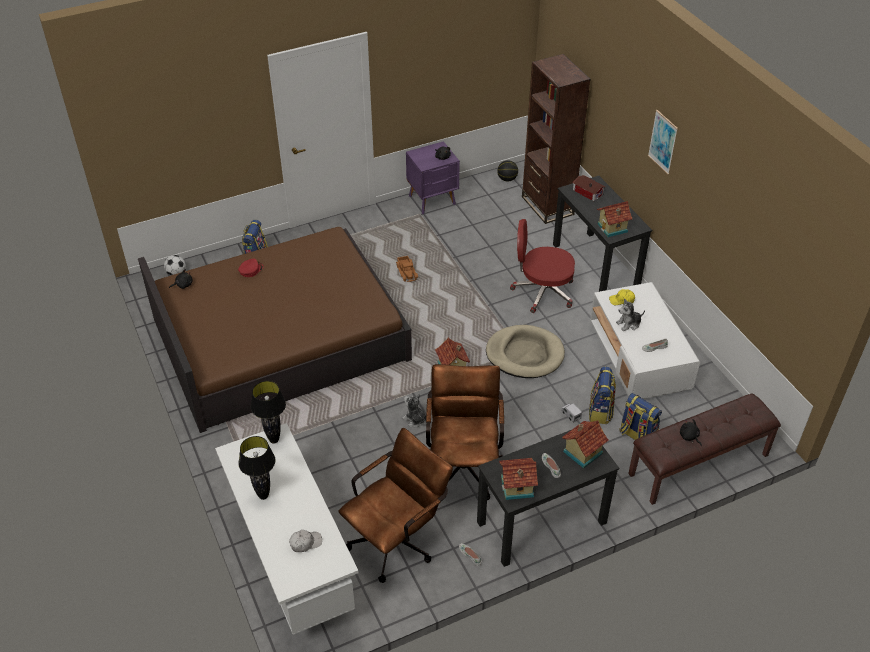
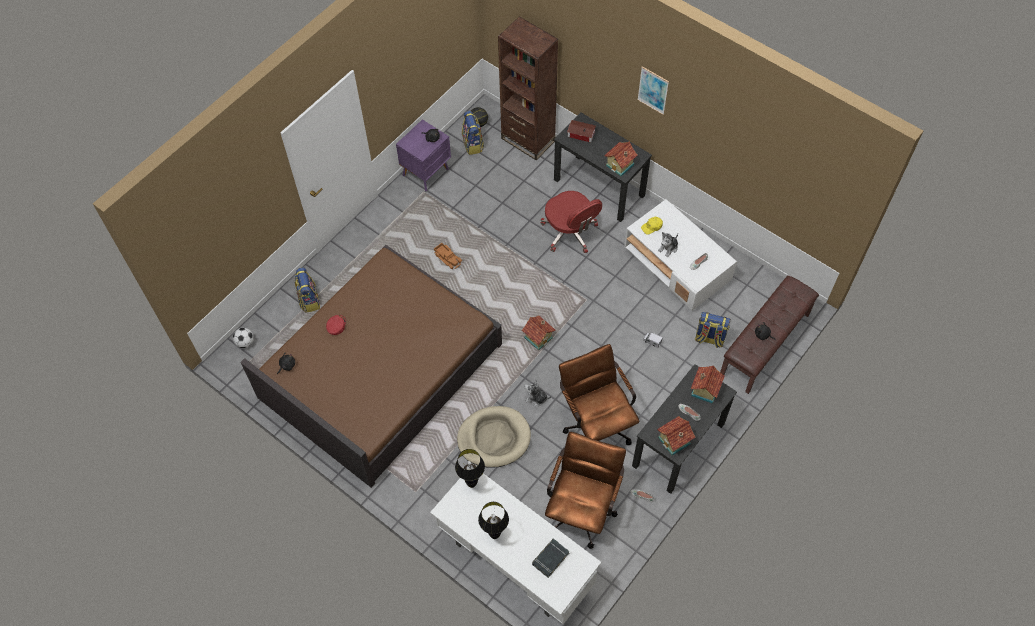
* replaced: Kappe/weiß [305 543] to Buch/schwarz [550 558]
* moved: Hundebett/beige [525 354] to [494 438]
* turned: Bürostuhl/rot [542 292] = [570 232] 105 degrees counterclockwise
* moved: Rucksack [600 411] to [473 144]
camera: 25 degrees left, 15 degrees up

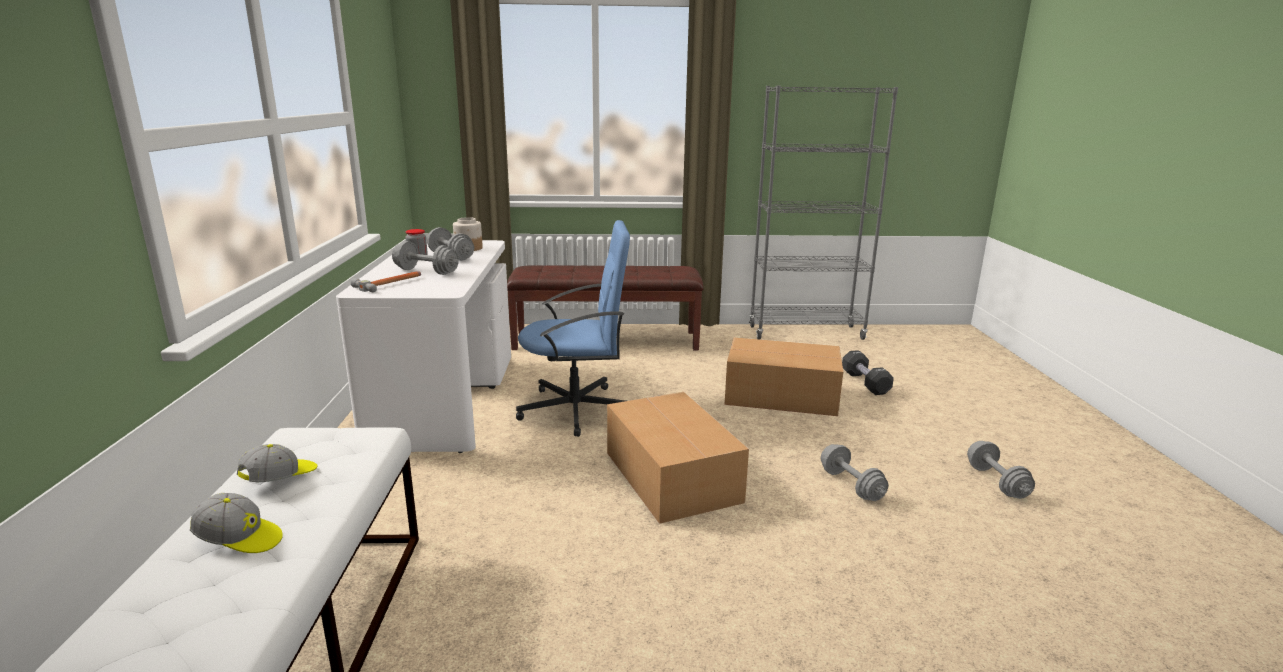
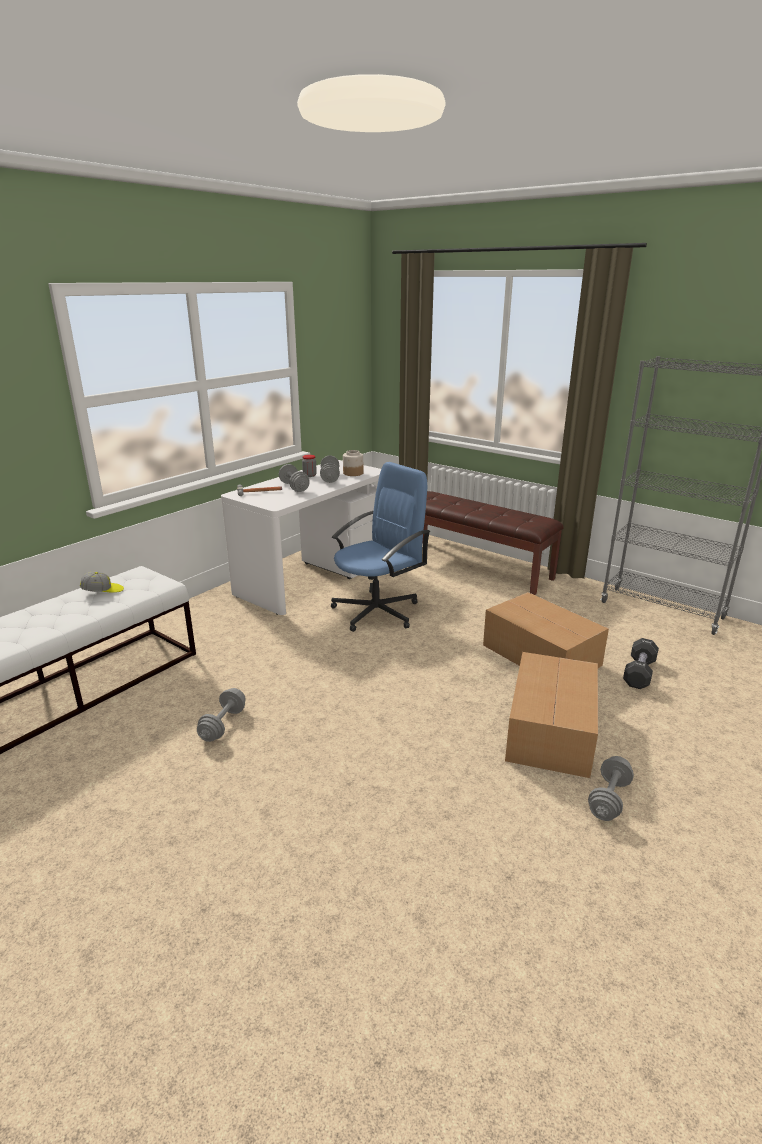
* removed: Kappe [240 539]
* turned: Bürostuhl/blau [577 409] = [377 611] 75 degrees counterclockwise
* moved: Karton [671 478] to [549 731]
* moved: Hantel/grau [851 485] to [223 725]
camera: 40 degrees right, 5 degrees up

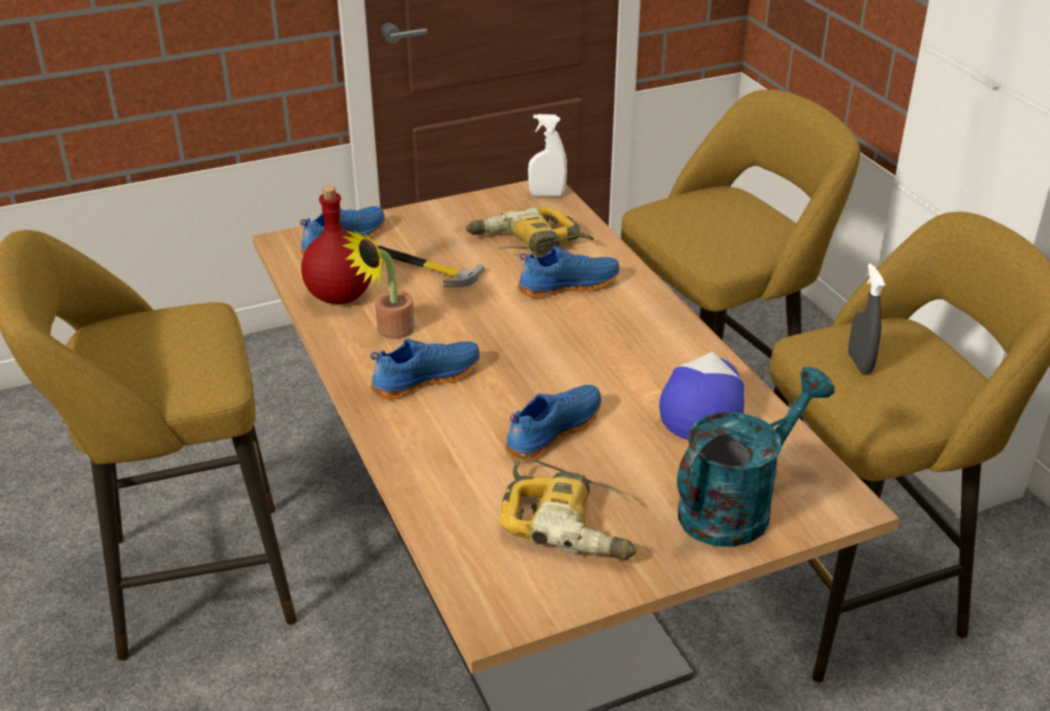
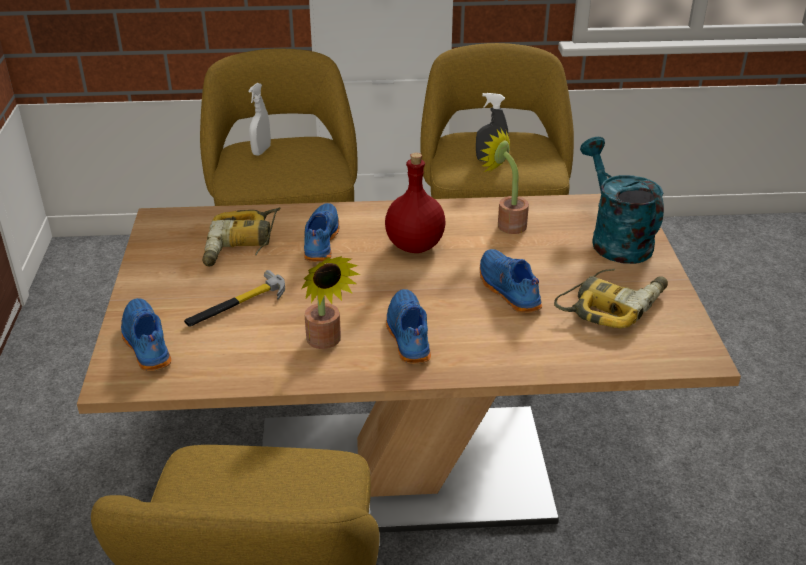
* moved: Flasche/rot [339 296] to [415 246]
* moved: Sprühflasche/weiß [547 195] to [261 151]
* replaced: Kappe [703 405] to Topfpflanze [506 224]
camera: 70 degrees left, 0 degrees up

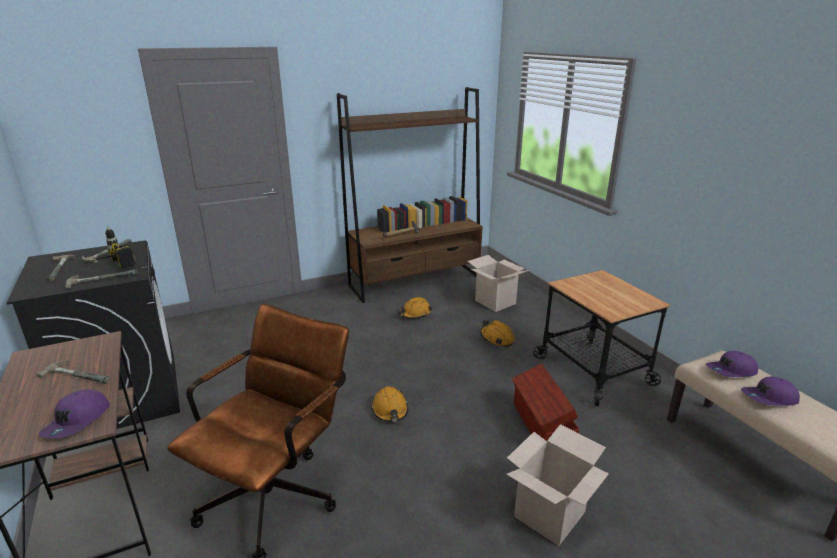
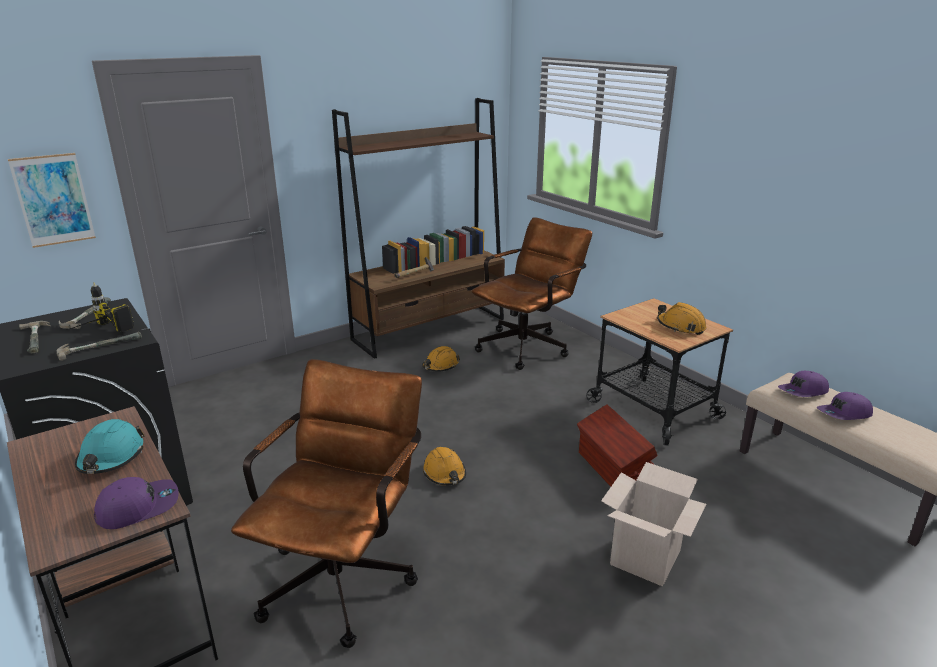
* replaced: Hammer [80 374] to Schutzhelm/türkis [111 457]
* turned: Kappe/lila [78 421] = [138 507] 120 degrees counterclockwise
* replaced: Karton [495 302] to Bürostuhl/braun [528 345]
* moved: Schutzhelm/orange [497 338] to [680 326]
* added: Bild [53 200]
camera: 10 degrees left, 0 degrees up

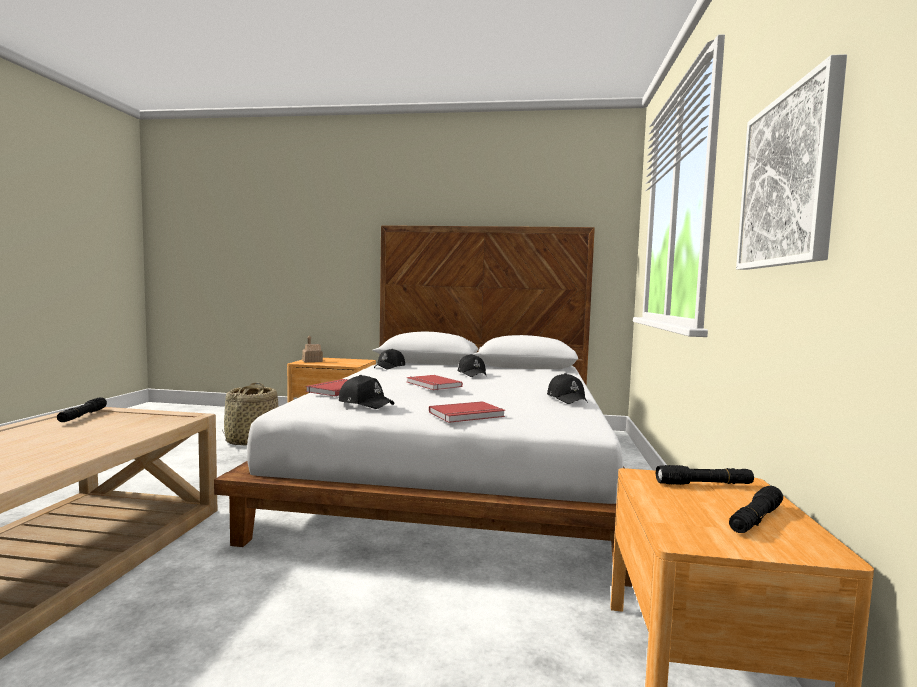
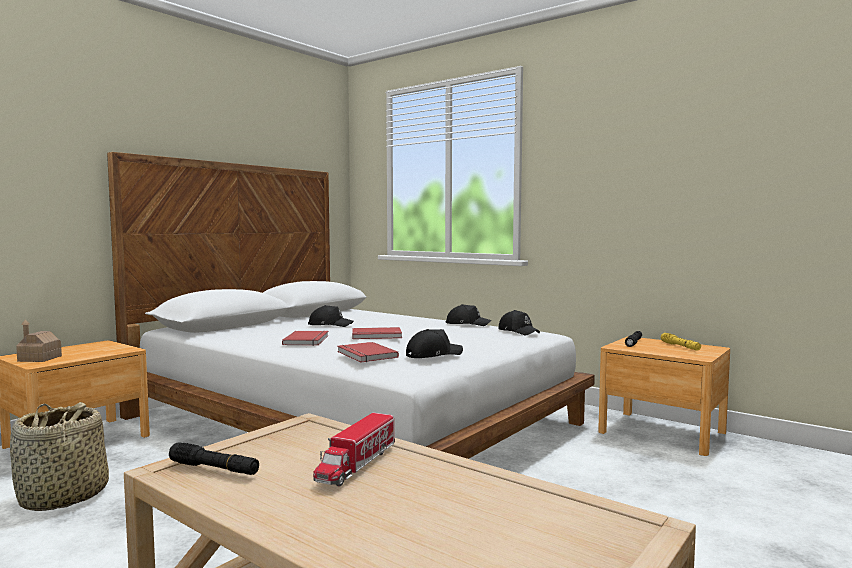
* moved: Kappe/schwarz [390 367] to [518 331]
* moved: Buch/rot [467 415] to [308 340]
* recoloured: Taschenlampe/schwarz [755 519] to Taschenlampe/gelb [680 346]
* removed: Bild [788 180]
* added: Spielzeuglaster [356 464]
camera: 60 degrees left, 0 degrees up

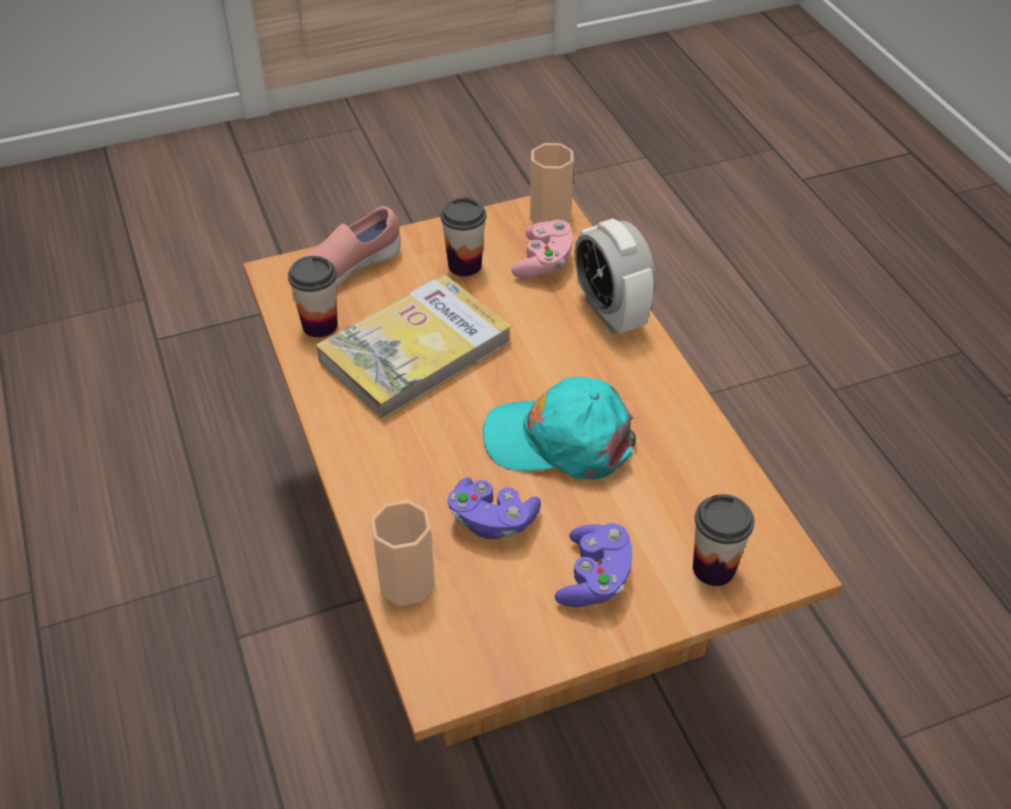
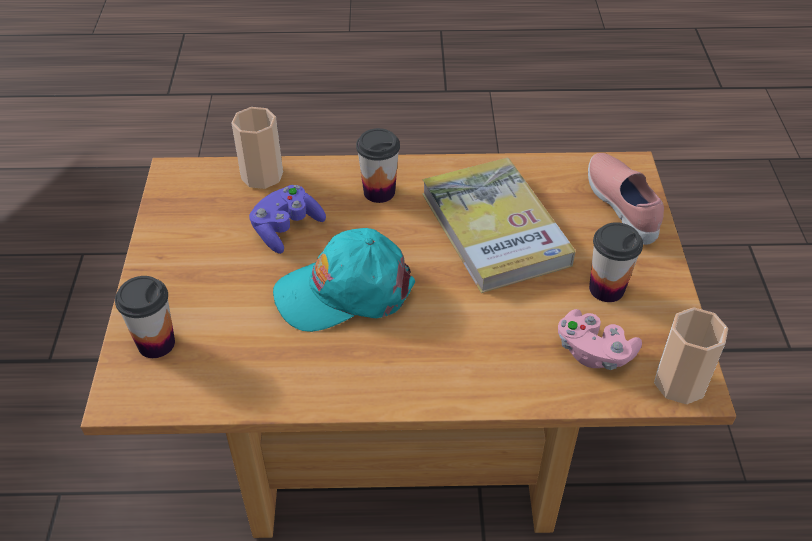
* moved: Tasse [320 325] to [379 192]
* turned: Kappe/türkis [560 440] = [345 291] 135 degrees counterclockwise
* removed: Gamepad/lila [594 578]
* removed: Wecker [610 312]
camera: 110 degrees right, 0 degrees up

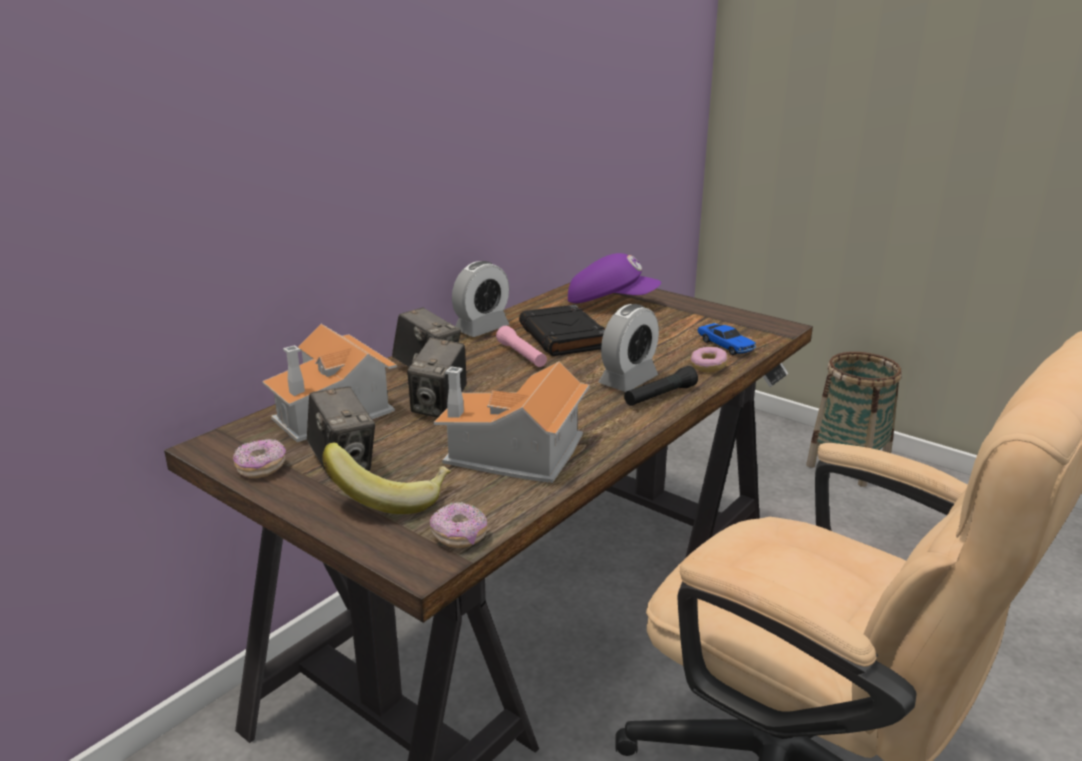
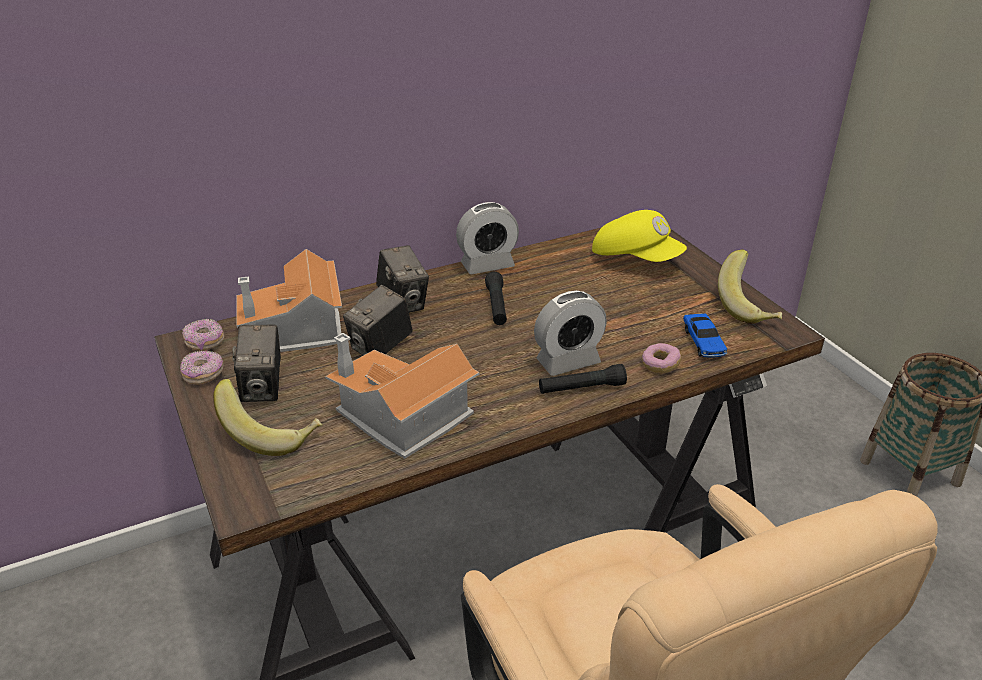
* moved: Donut [459 536] to [205 342]
* recoloured: Taschenlampe/rosa [521 355] to Taschenlampe/schwarz [496 306]
* removed: Buch/schwarz [564 337]
* recoloured: Kappe/lila [611 302] to Kappe/gelb [636 258]
* added: Banane [749 307]
camera: 25 degrees right, 10 degrees up

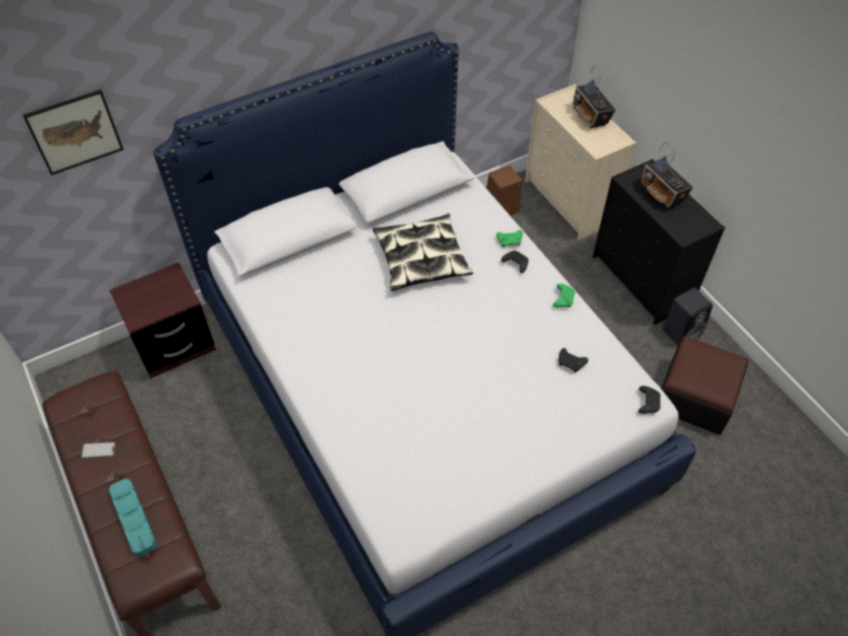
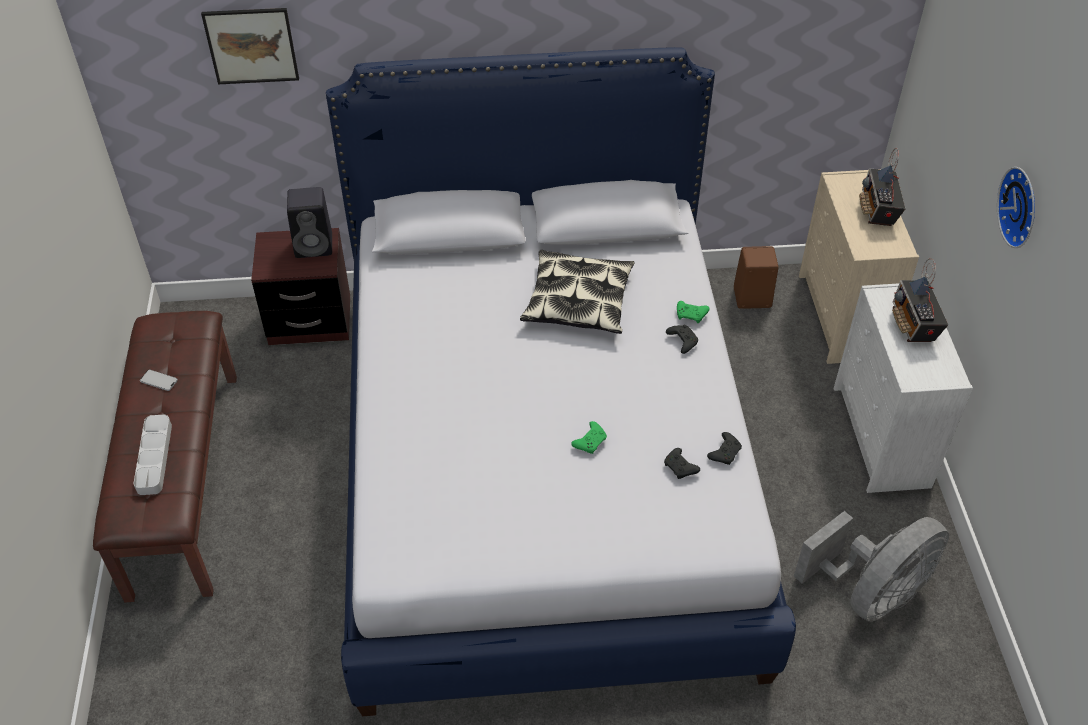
* recoloured: Tablett/türkis [134 519] to Tablett/grau [154 457]
* moved: Gamepad/grün [563 299] to [590 441]
* recoloured: Kommode/schwarz [642 281] to Kommode/weiß [881 438]
* moved: Gamepad/schwarz [647 402] to [725 452]
* replaced: Polsterhocker [695 396] to Ventilator/grau [871 593]
* moved: Lautsprecher/schwarz [682 331] to [315 245]
* added: Wanduhr [1022 207]
camera: 25 degrees right, 5 degrees down

